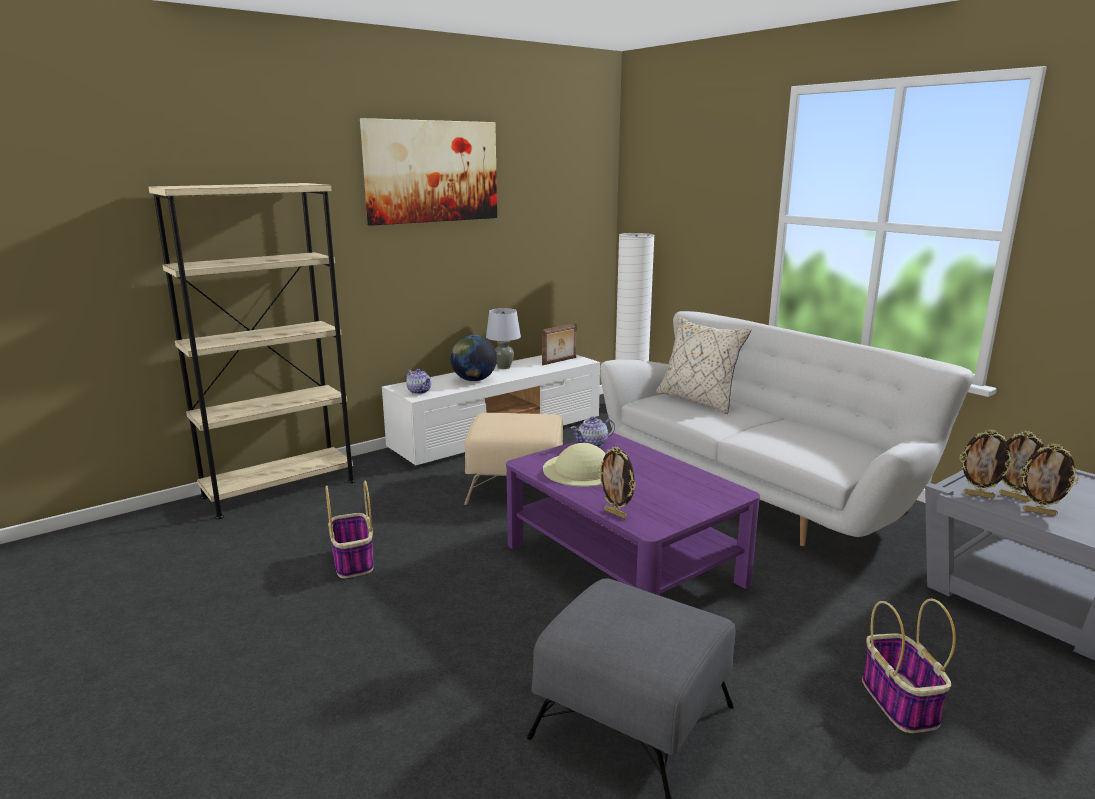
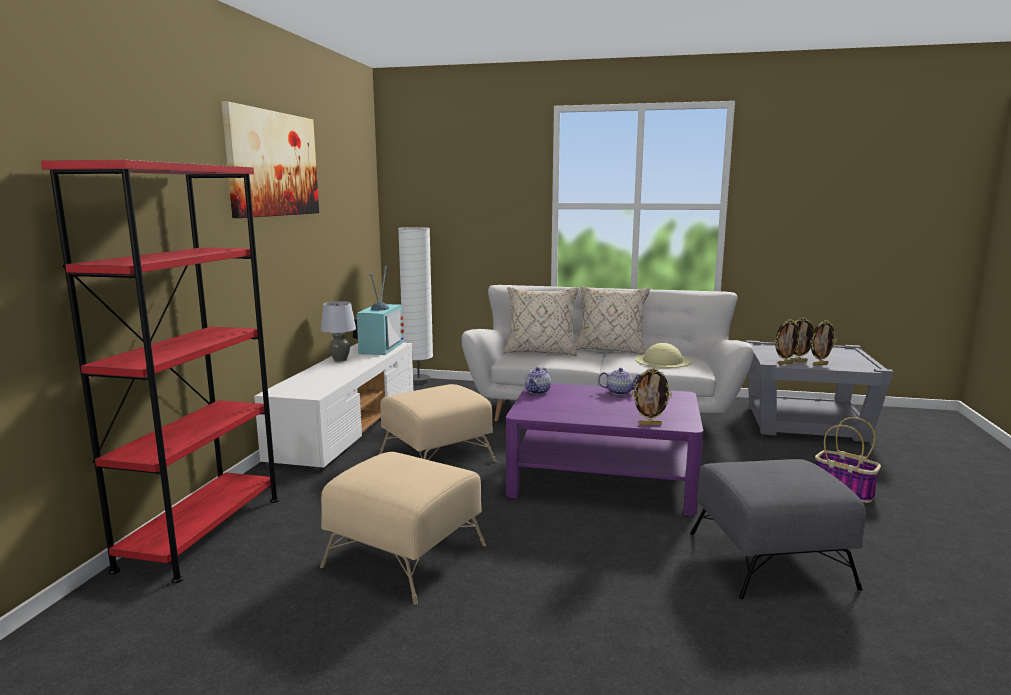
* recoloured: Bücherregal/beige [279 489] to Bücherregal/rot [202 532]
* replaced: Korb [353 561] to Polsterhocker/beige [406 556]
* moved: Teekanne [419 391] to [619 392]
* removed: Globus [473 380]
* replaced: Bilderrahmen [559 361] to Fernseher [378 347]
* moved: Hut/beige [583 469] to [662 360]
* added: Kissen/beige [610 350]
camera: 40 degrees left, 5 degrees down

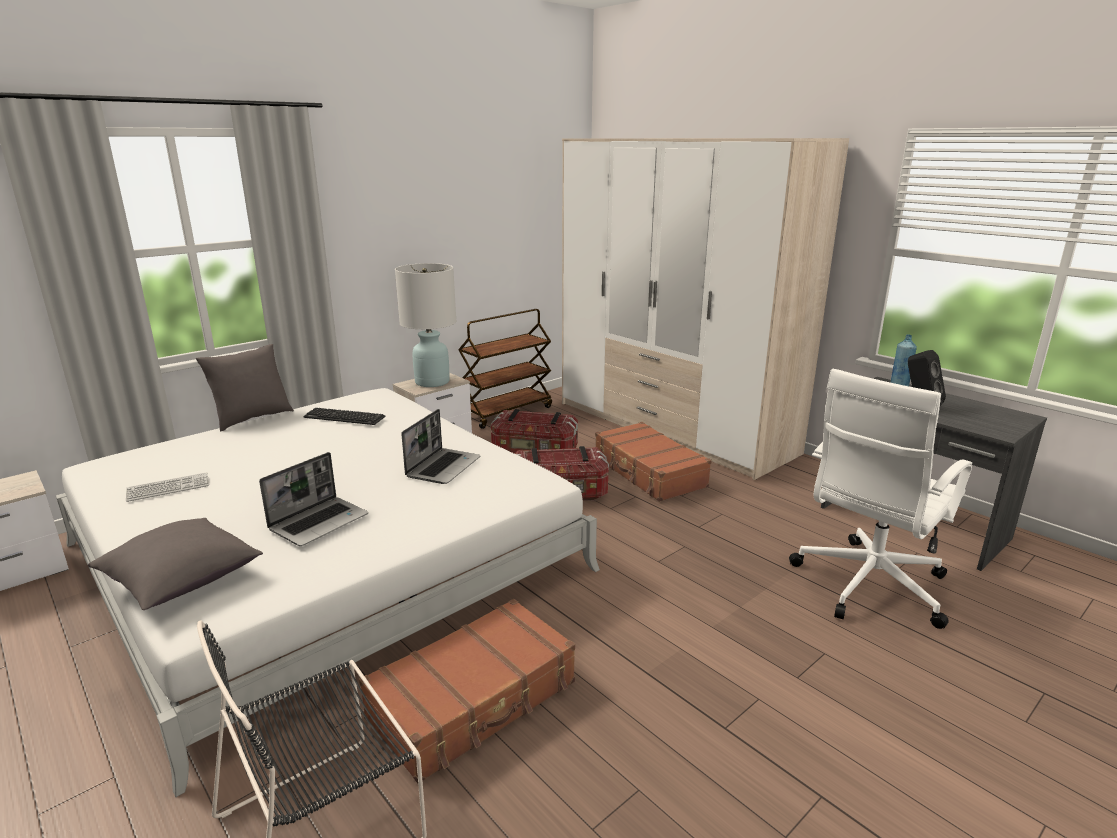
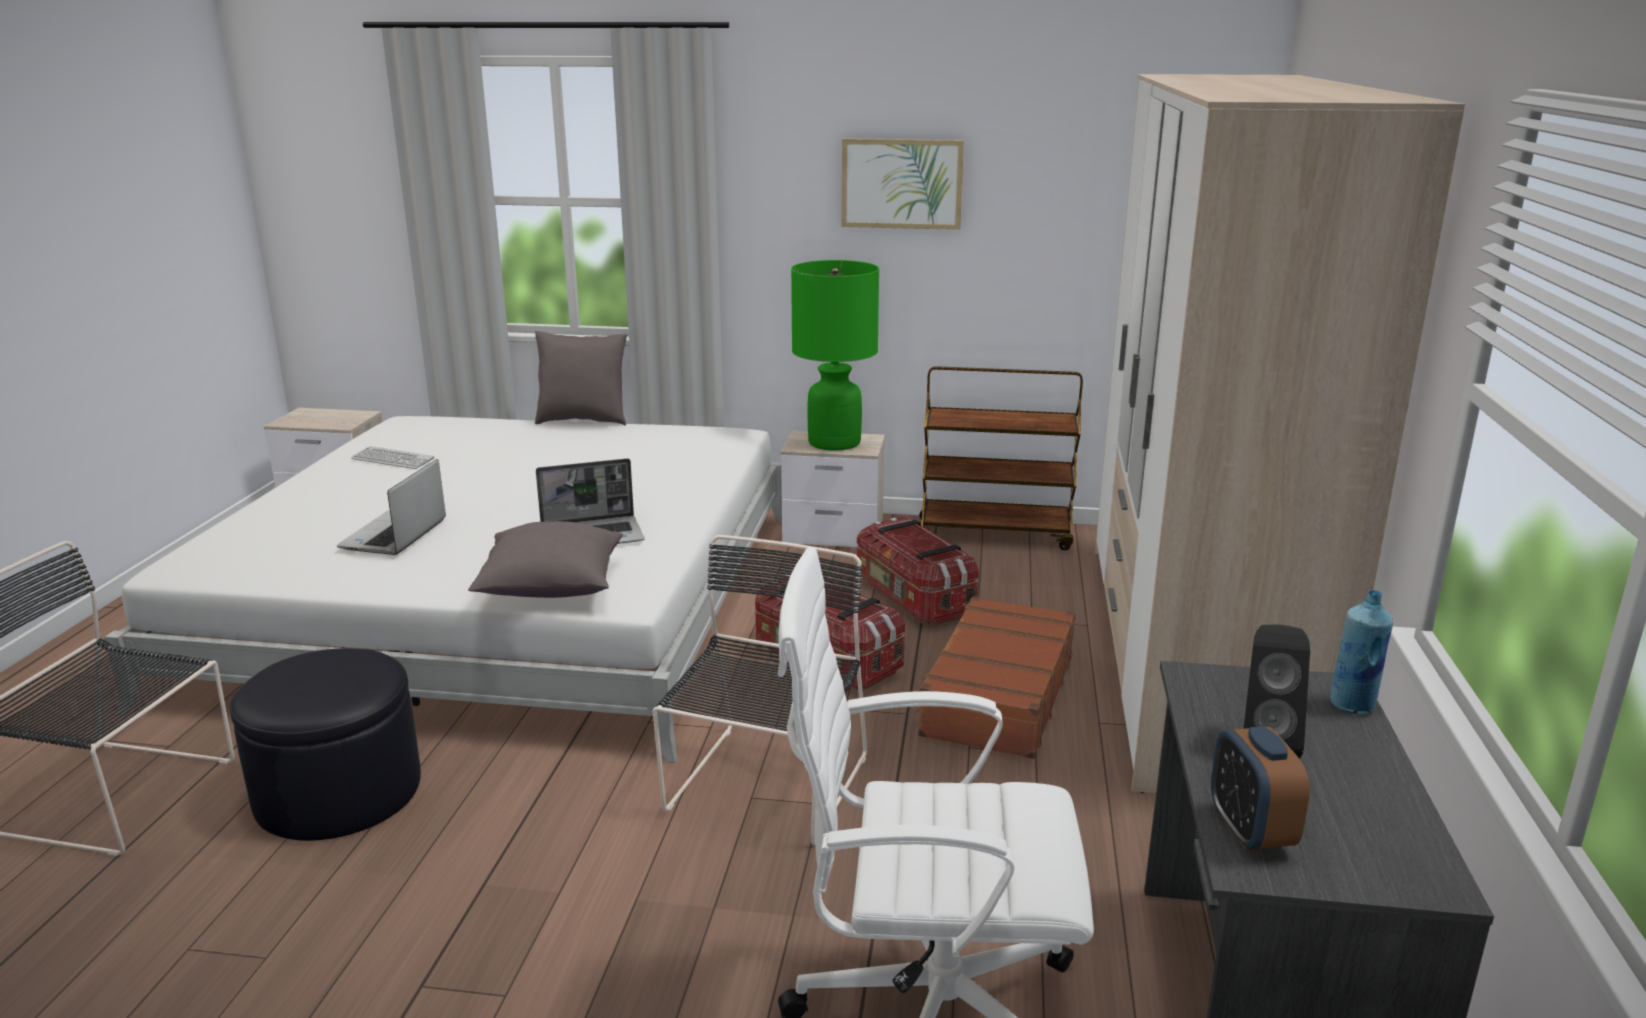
* moved: Kissen/grau [182 581] to [551 587]
* turned: Laptop [319 522] = [394 535] 105 degrees clockwise
* removed: Tastatur [344 417]
* replaced: Koffer/braun [474 701] to Polsterhocker/schwarz [339 792]
* recoloured: Tischlampe/weiß [432 382] to Tischlampe/grün [835 443]
* added: Stuhl/schwarz [765 787]
* added: Bild [902 183]
* added: Wecker [1250 831]
camera: 50 degrees right, 0 degrees up

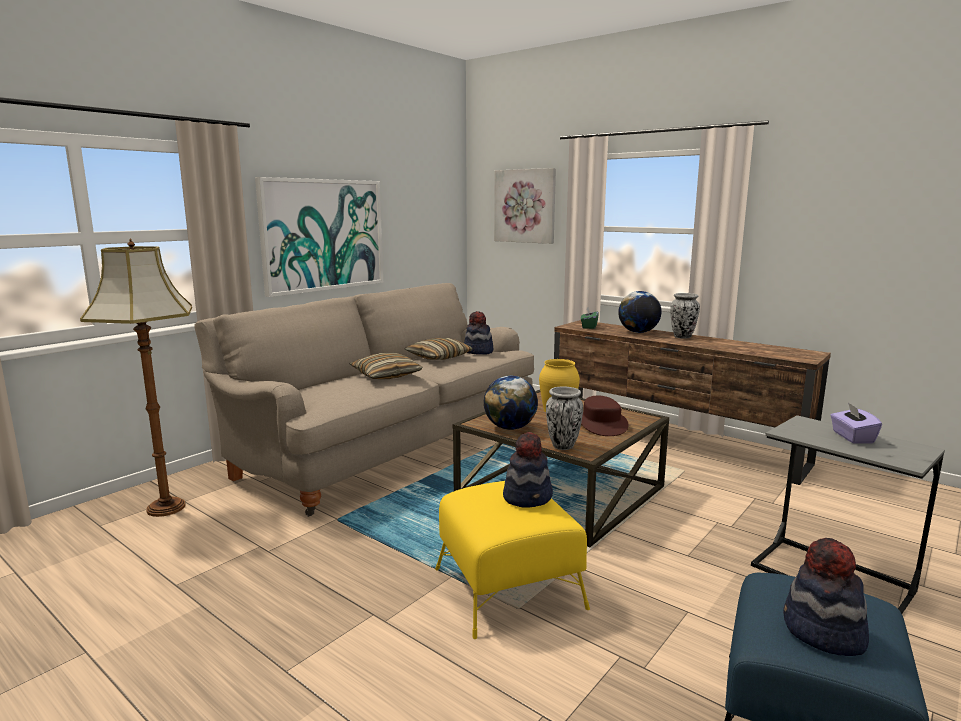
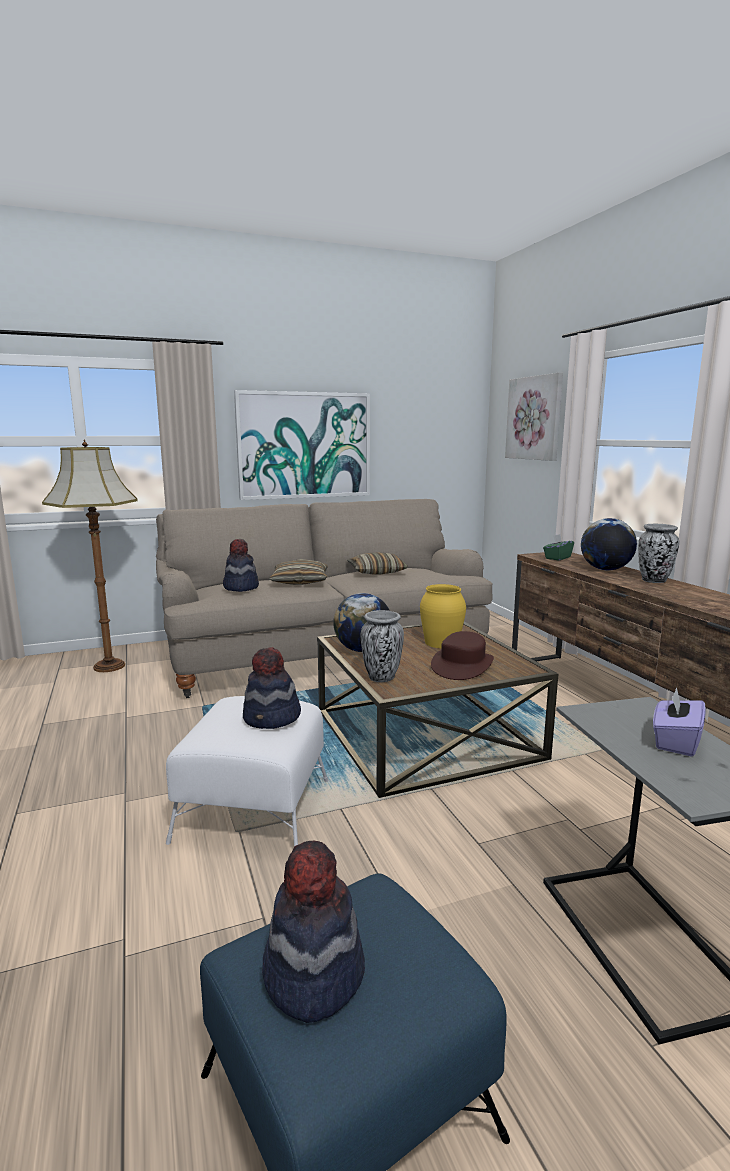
* recoloured: Polsterhocker/gelb [508 587] to Polsterhocker/weiß [255 809]
* moved: Hut [478 351] to [240 587]
camera: 30 degrees right, 0 degrees up

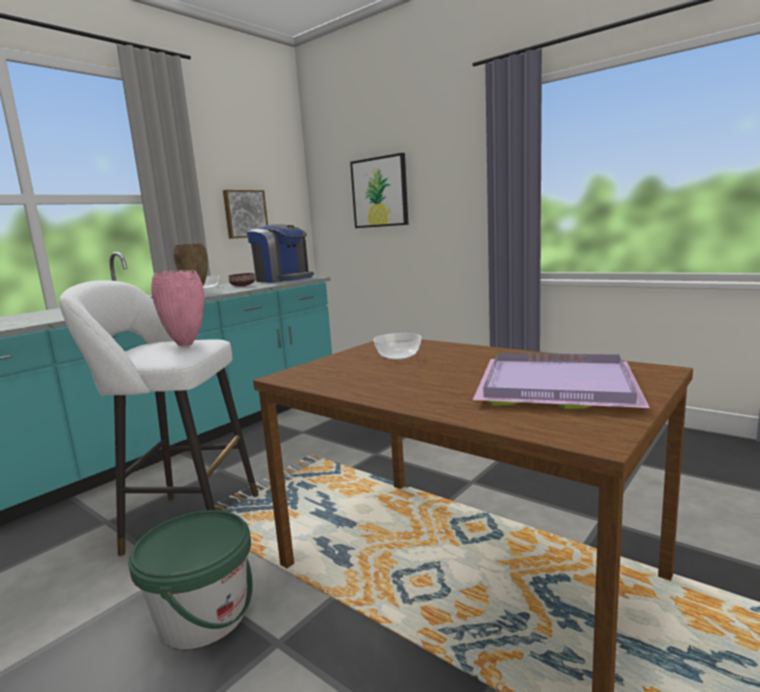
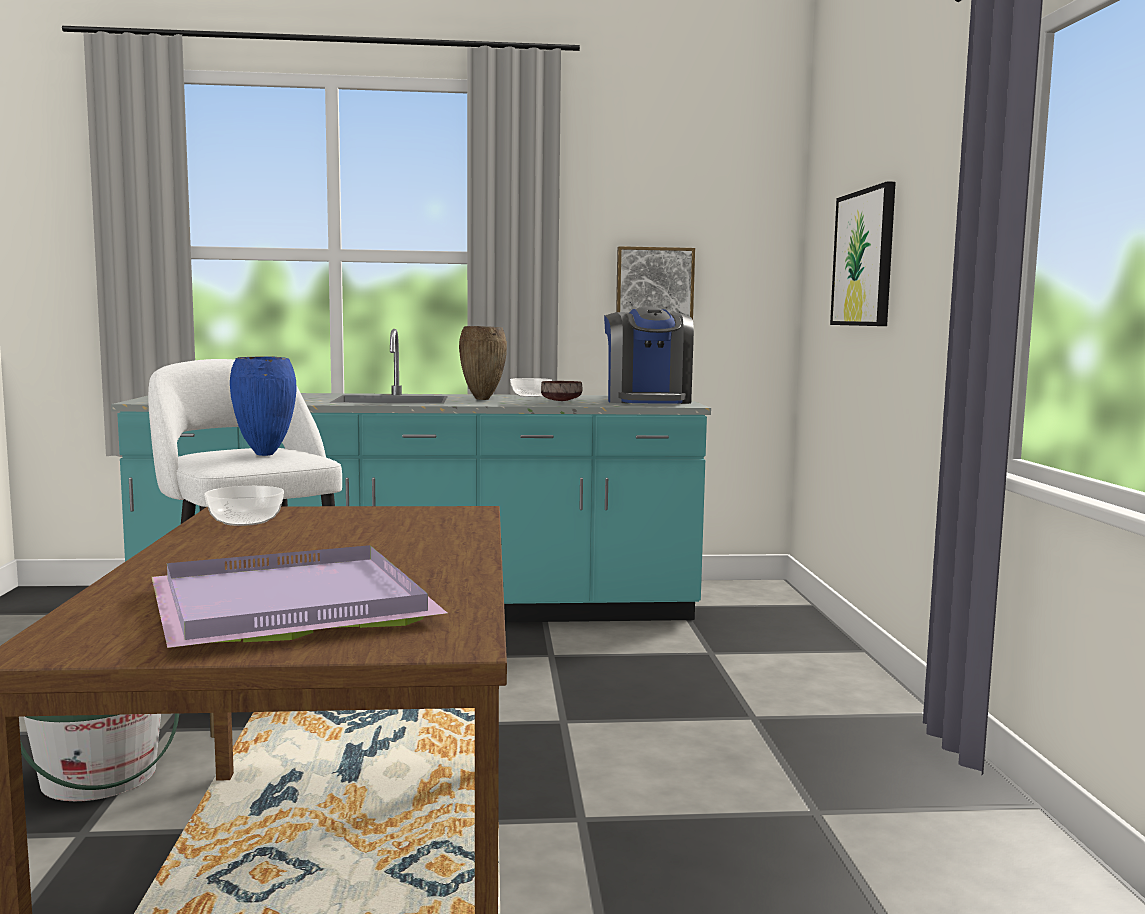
* recoloured: Vase/rosa [187 344] to Vase/blau [266 455]
* moved: Schüssel [397 356] to [245 521]
camera: 45 degrees right, 5 degrees down

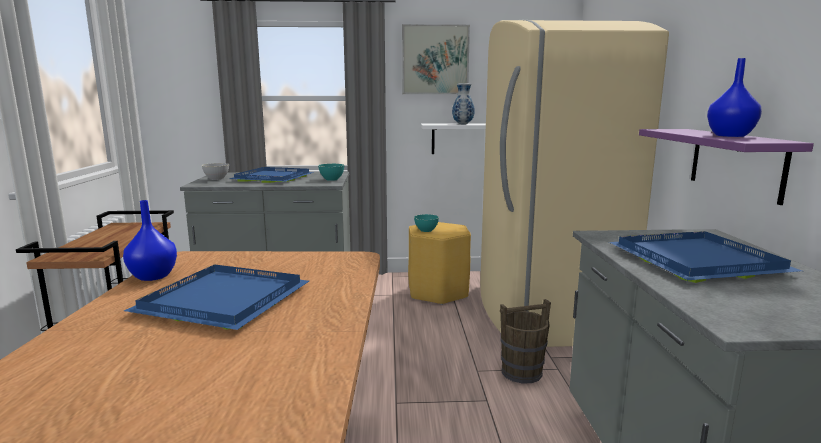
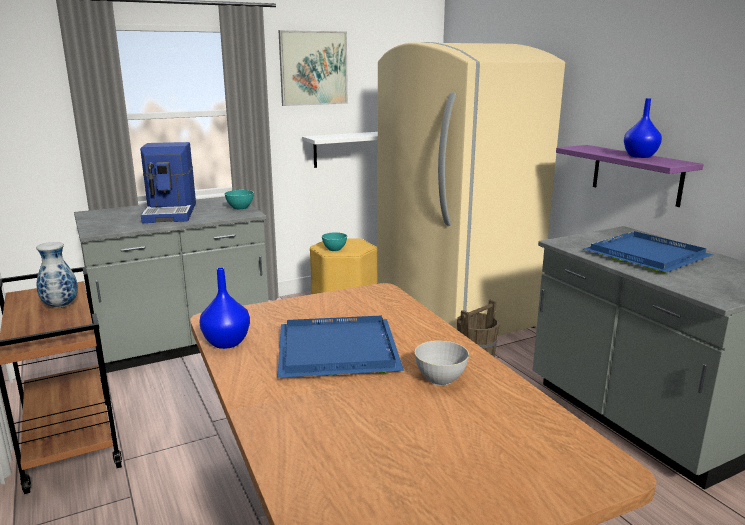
* moved: Schüssel/grau [216 179] to [440 379]
* replaced: Tablett/blau [274 178] to Kaffeemaschine [171 212]
* moved: Vase [462 124] to [60 306]
camera: 25 degrees left, 5 degrees up

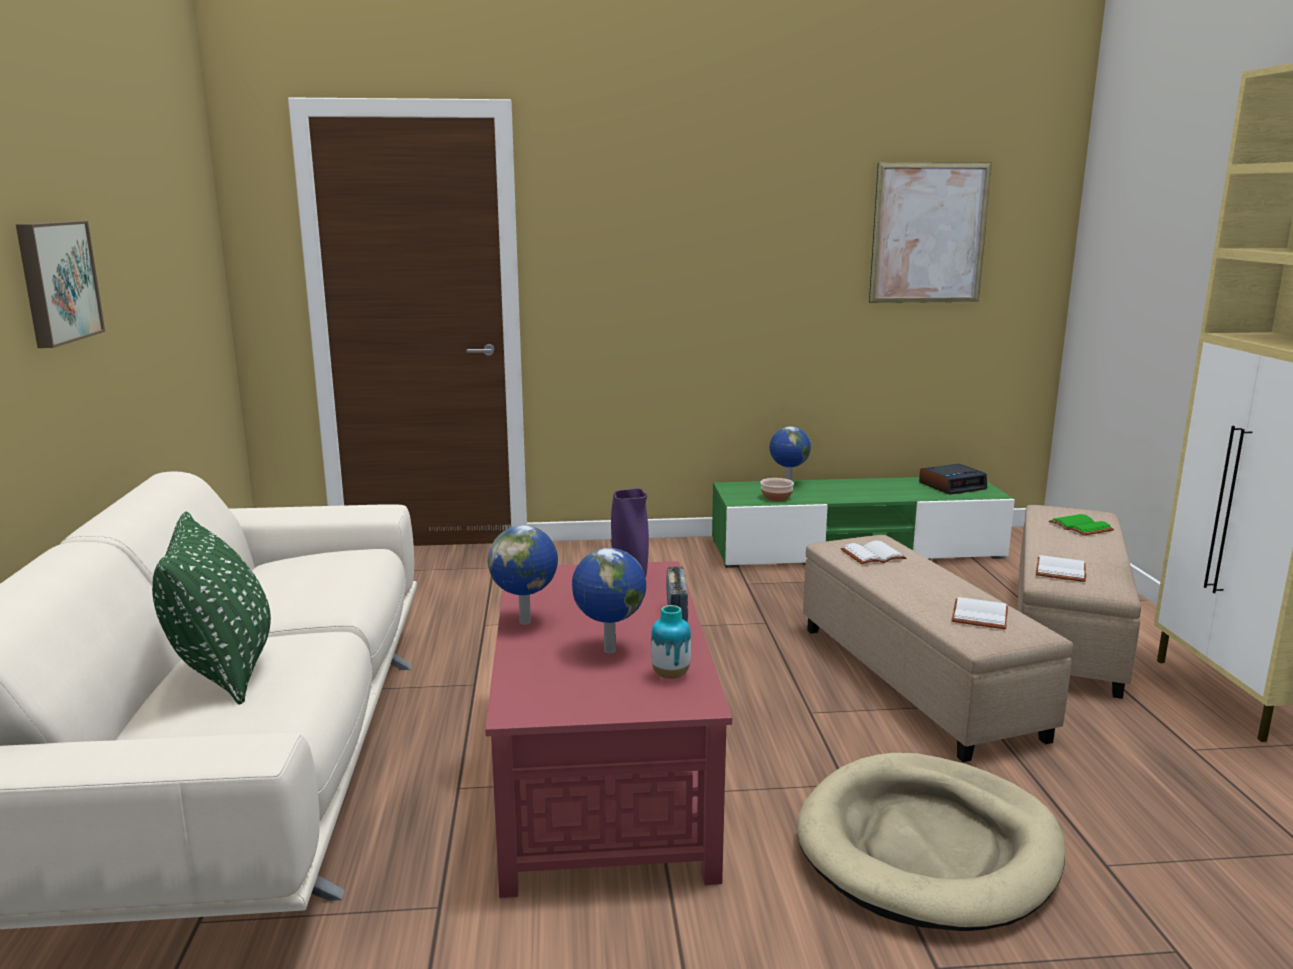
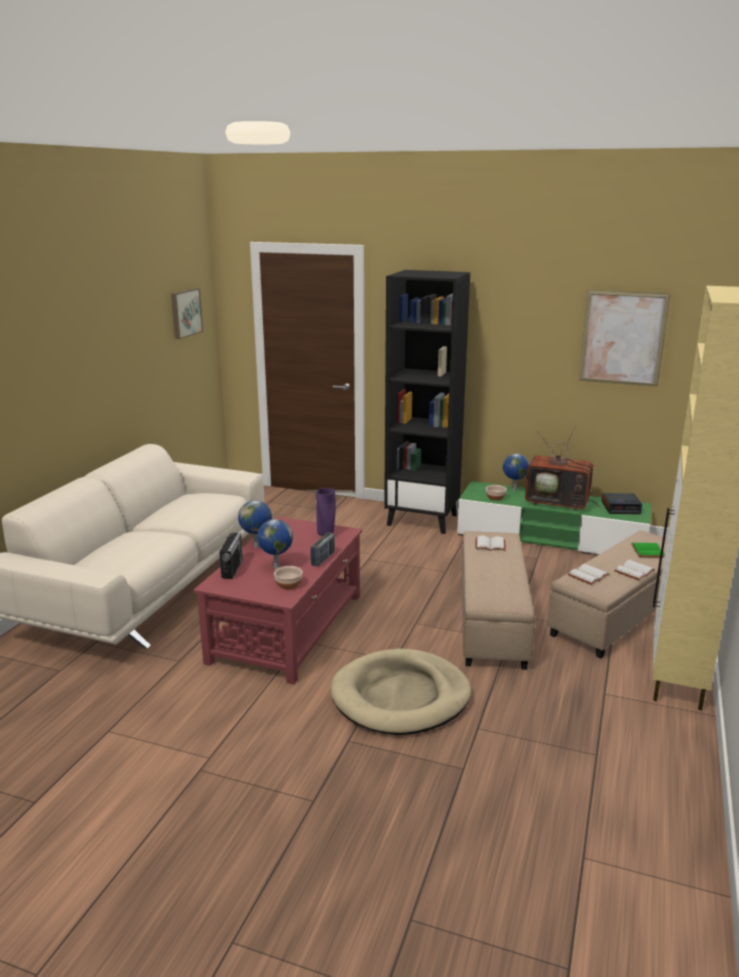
* moved: Bild [56 282] to [185 313]
* removed: Kissen/grün [224 670]
* replaced: Vase [670 675] to Schüssel [288 584]
* moved: Buch/weiß [978 615] to [633 571]
* added: Radio [232 569]
* added: Bücherregal/schwarz [423 520]
* added: Fernseher [559 502]
camera: 25 degrees right, 5 degrees up

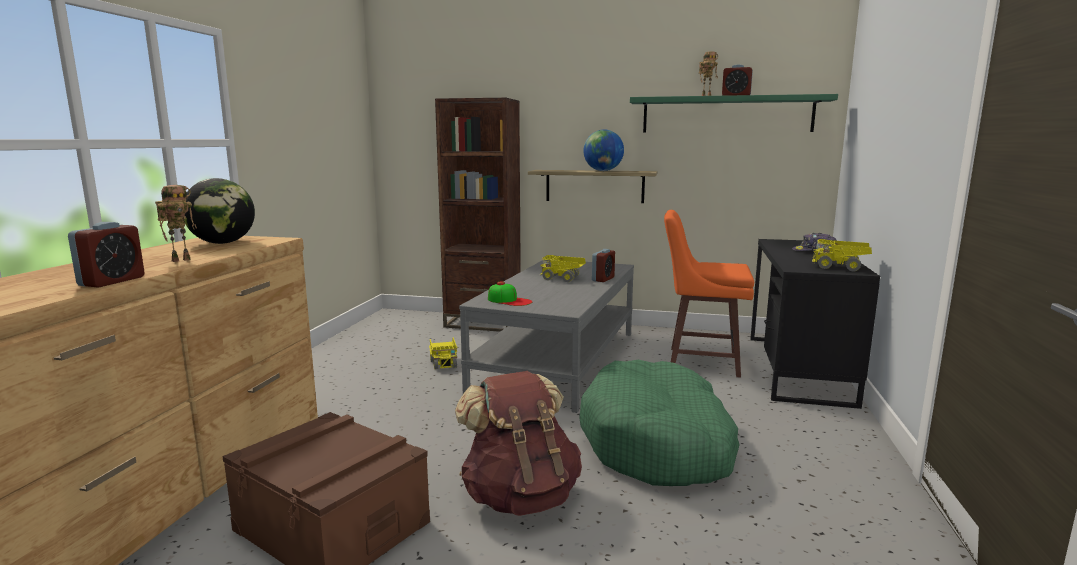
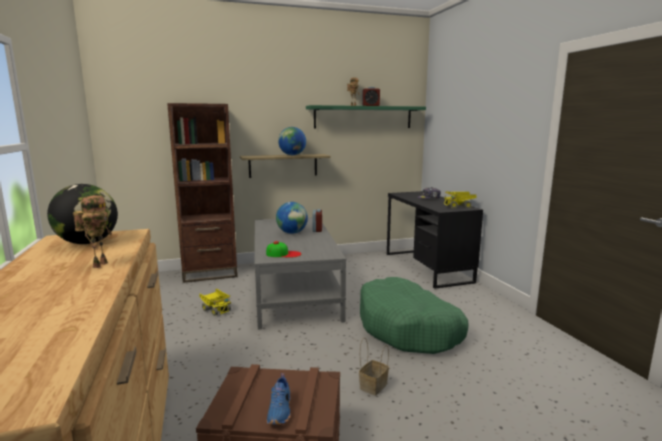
* removed: Wecker [112 281]
* replaced: Rucksack/braun [520 496] to Korb [373 385]
* replaced: Spielzeuglaster [563 279] to Globus [292 233]
* removed: Hocker/orange [700 362]
* added: Schuh/blau [280 411]
camera: 30 degrees left, 0 degrees up

